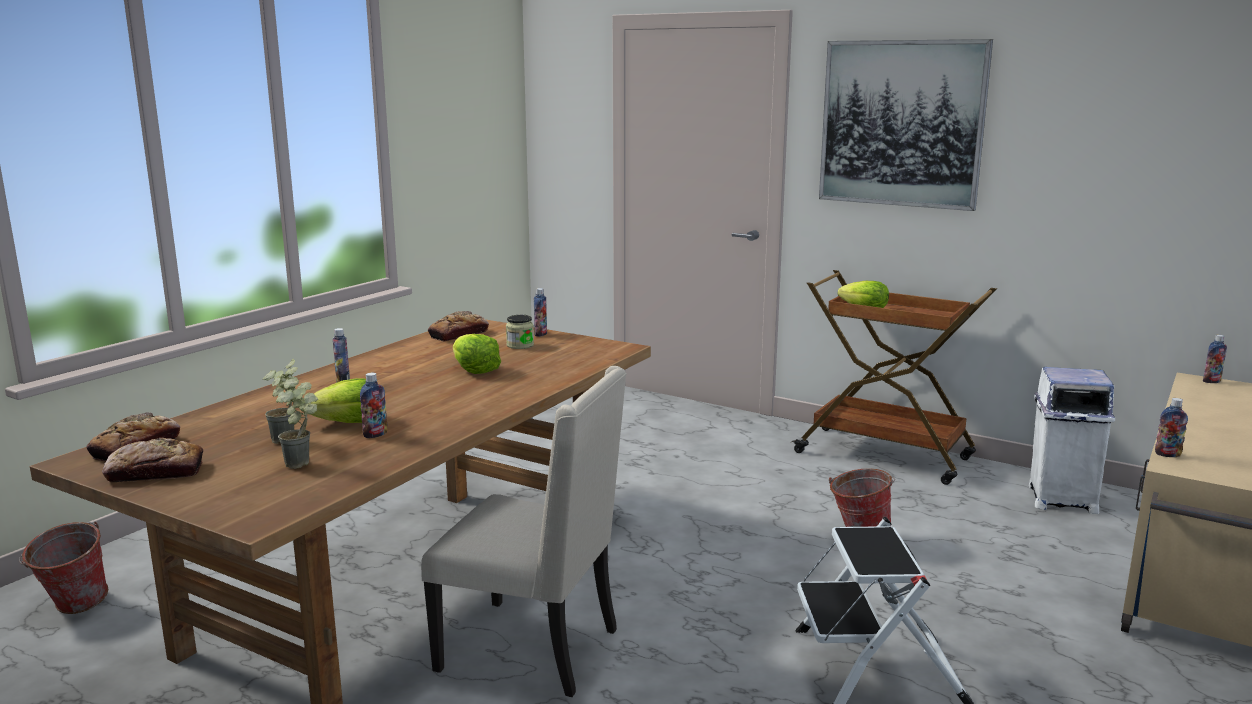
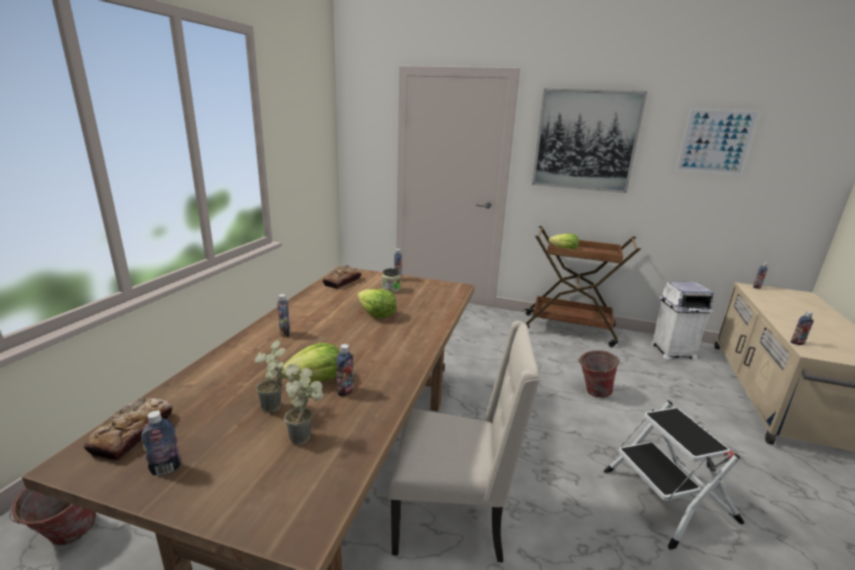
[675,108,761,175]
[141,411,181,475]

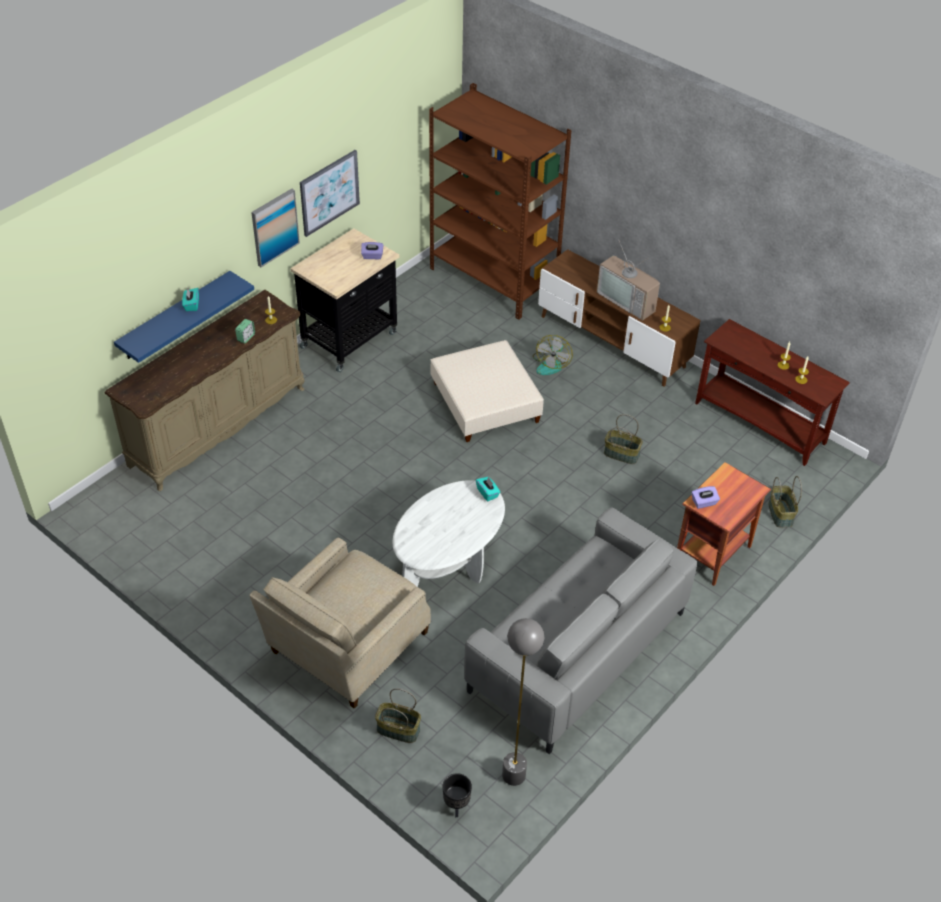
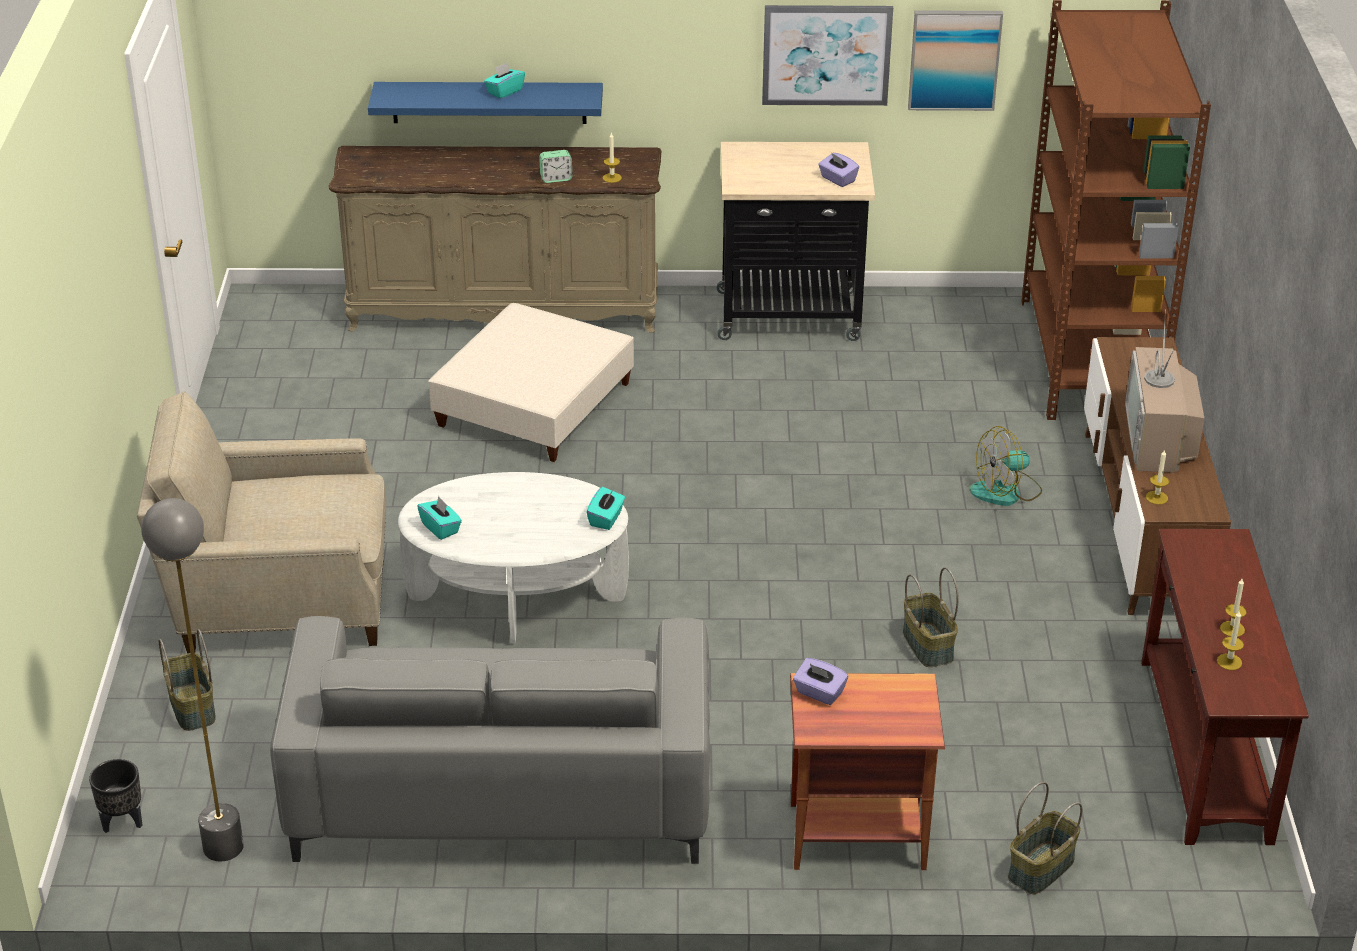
[417,496,462,540]
[908,10,1003,111]
[428,303,634,462]

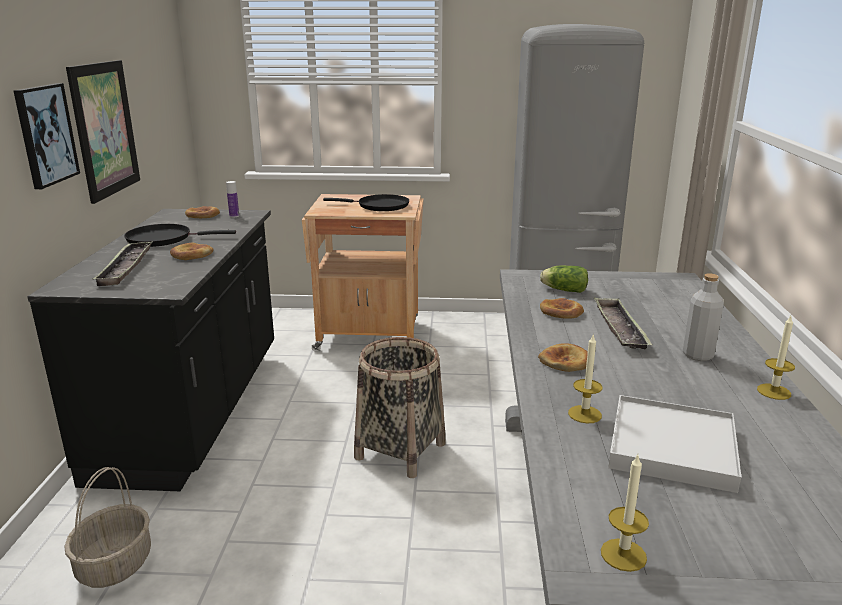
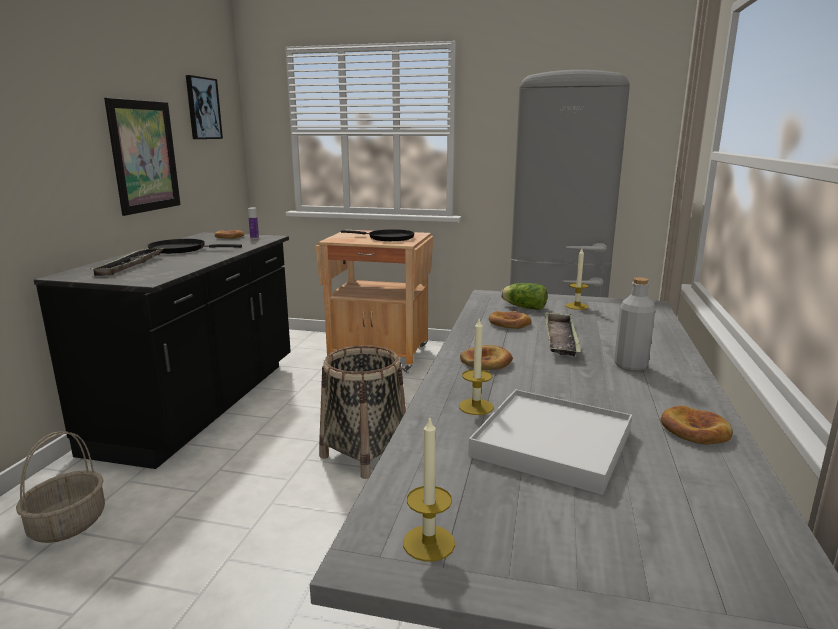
[186,75,223,139]
[660,406,733,445]
[566,249,589,310]

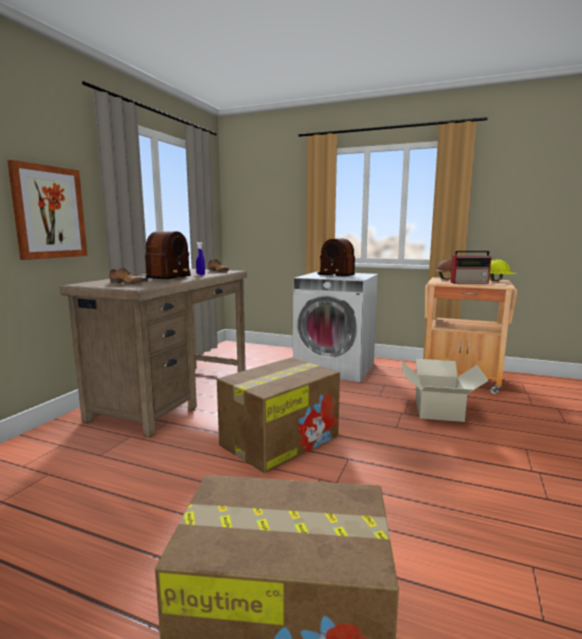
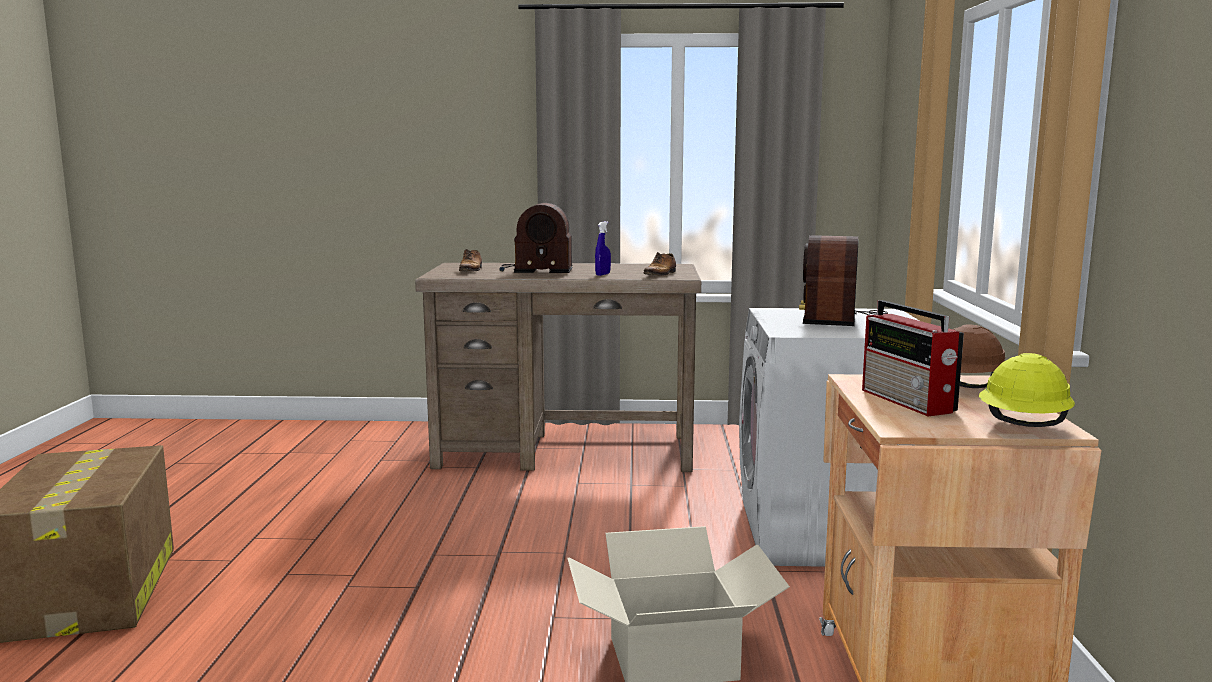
[7,160,87,260] (first image)
[217,357,340,473] (first image)

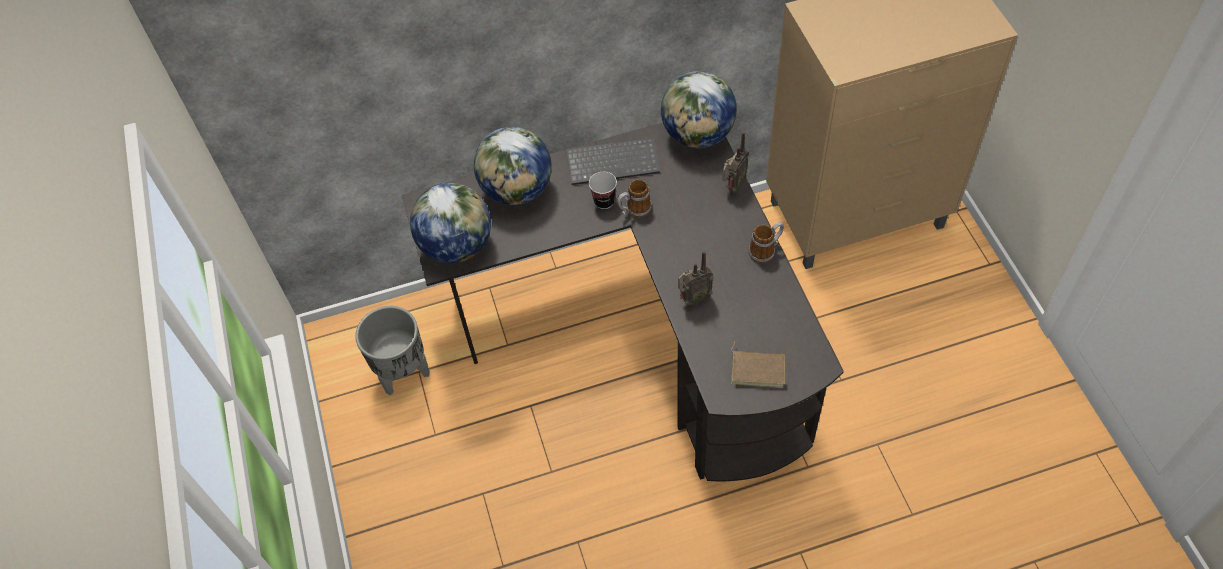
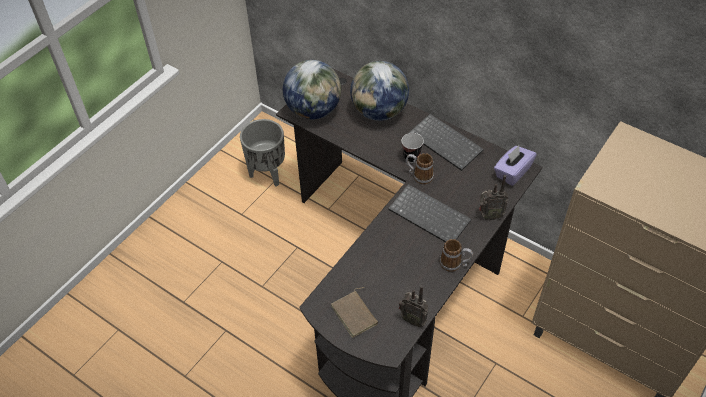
[388,184,471,242]
[399,285,428,327]
[494,146,537,186]

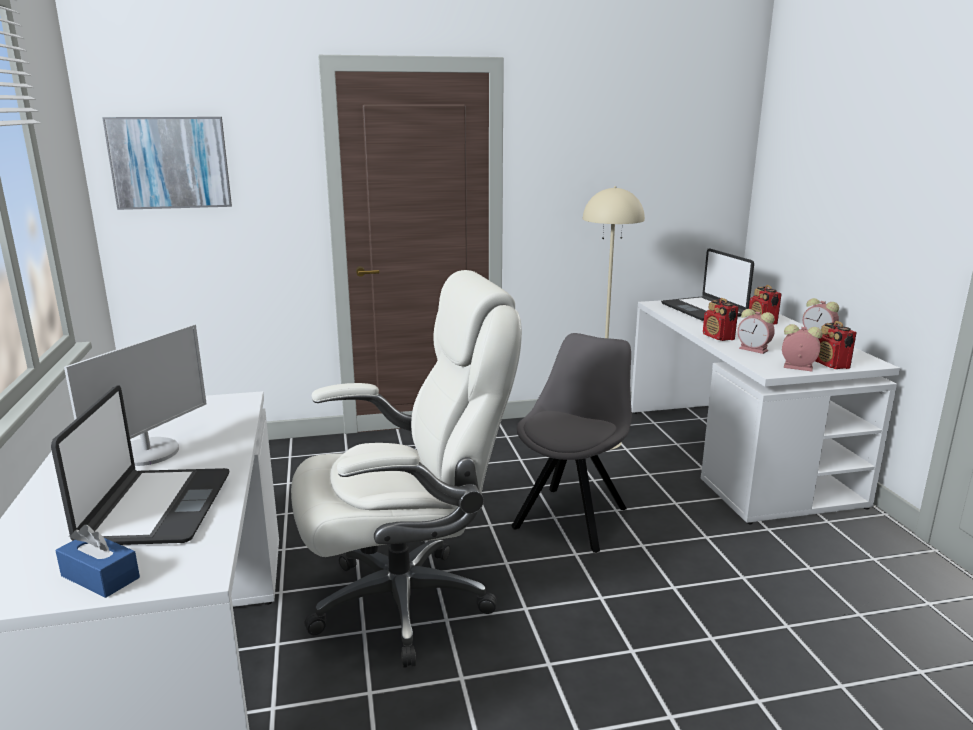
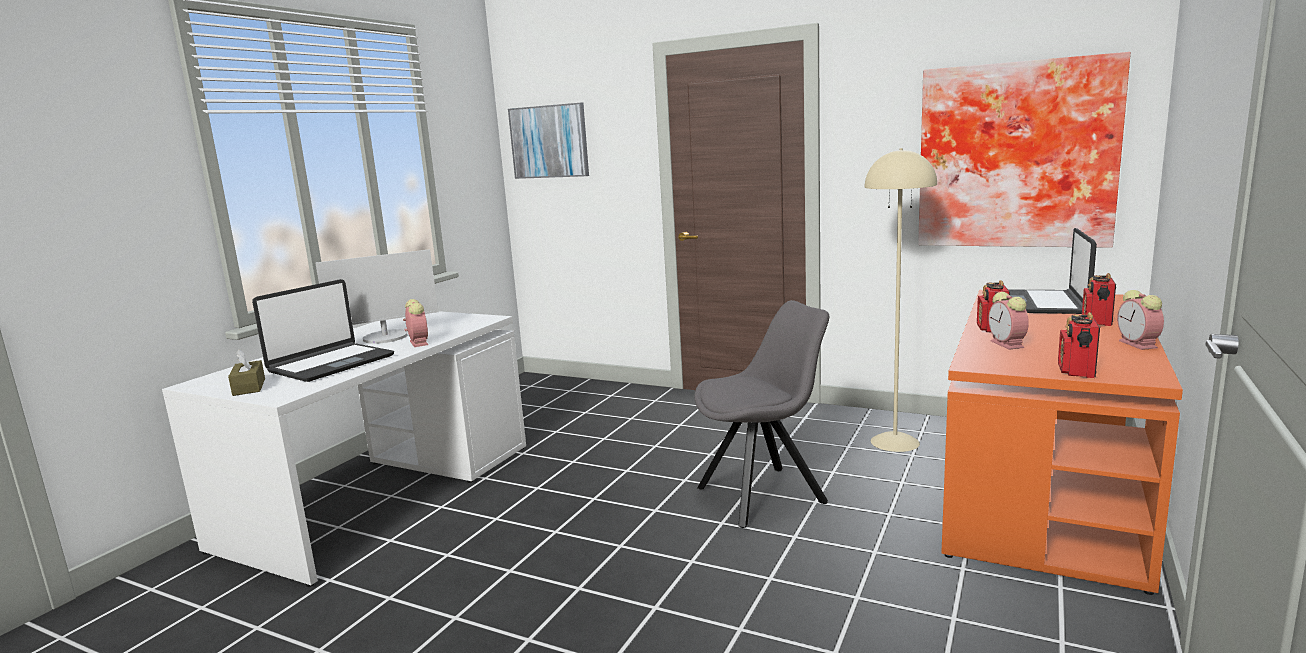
[291,270,522,668] (first image)
[918,52,1131,248]
[403,299,428,347]
[228,349,265,396]
[941,290,1183,595]

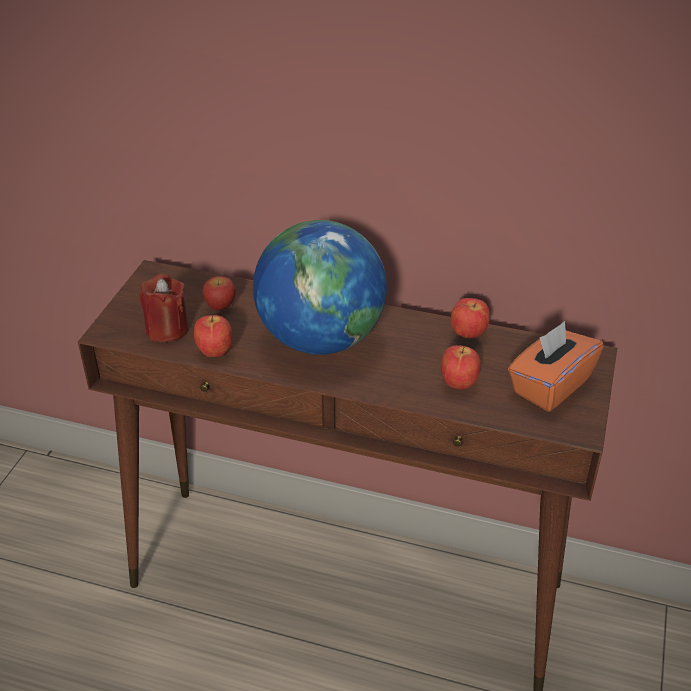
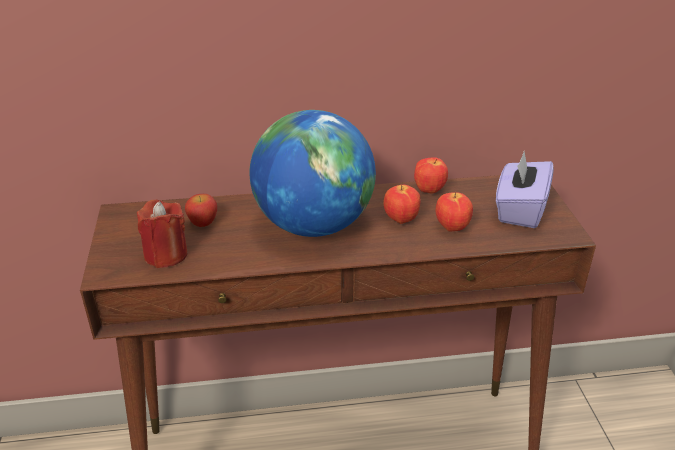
[383,184,420,224]
[496,151,554,228]

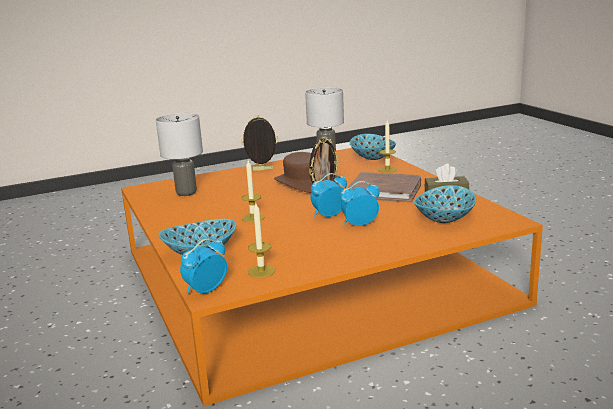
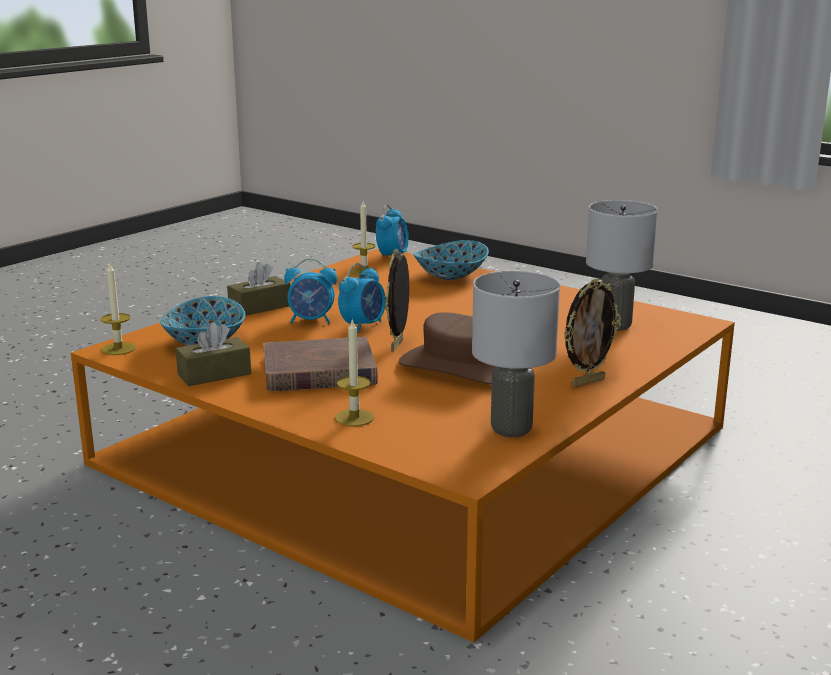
[350,134,396,160] (first image)
[227,262,290,316]
[101,262,136,355]
[284,258,337,324]

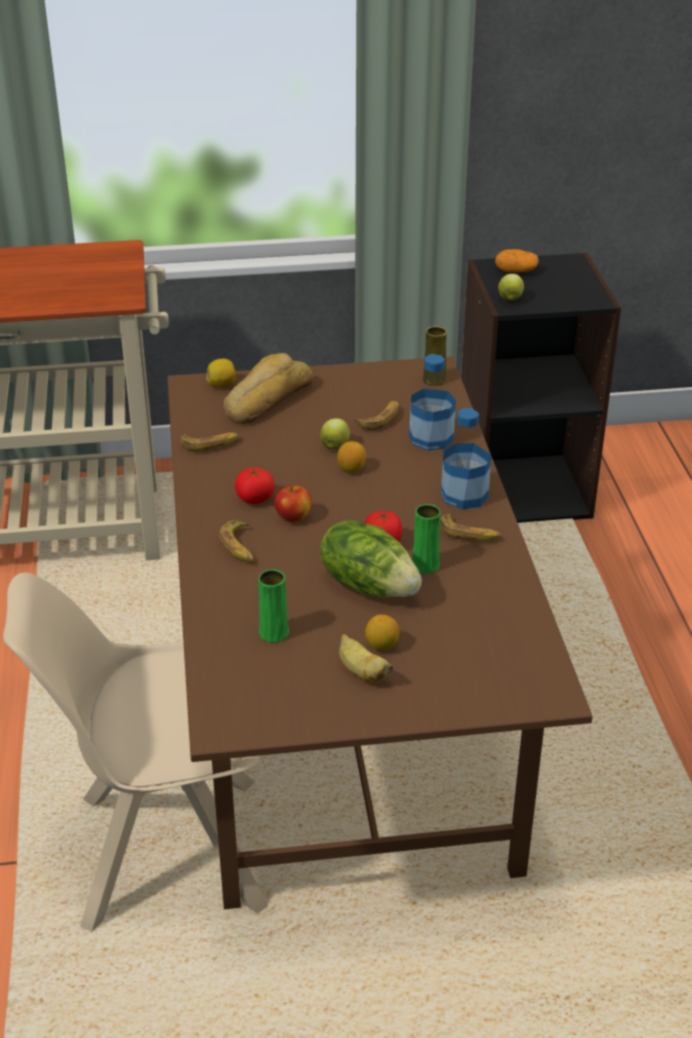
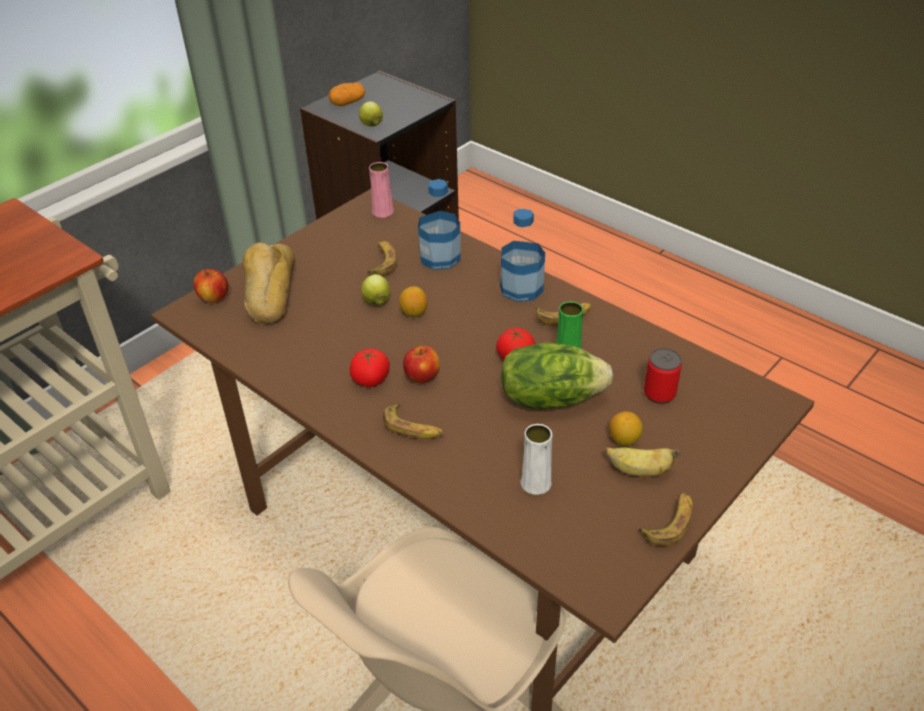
[644,348,682,404]
[638,493,693,546]
[194,269,228,303]
[521,424,553,495]
[369,162,394,218]

